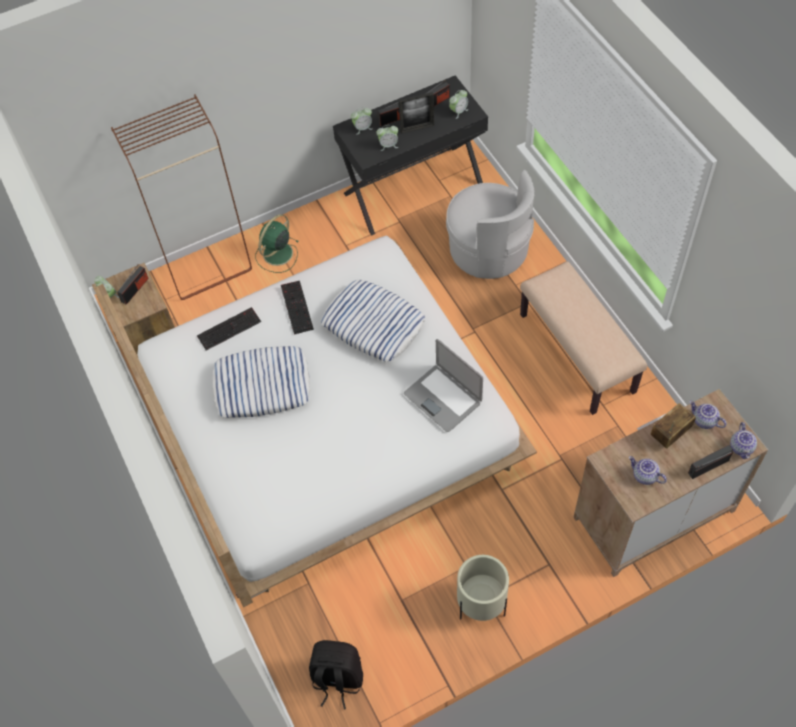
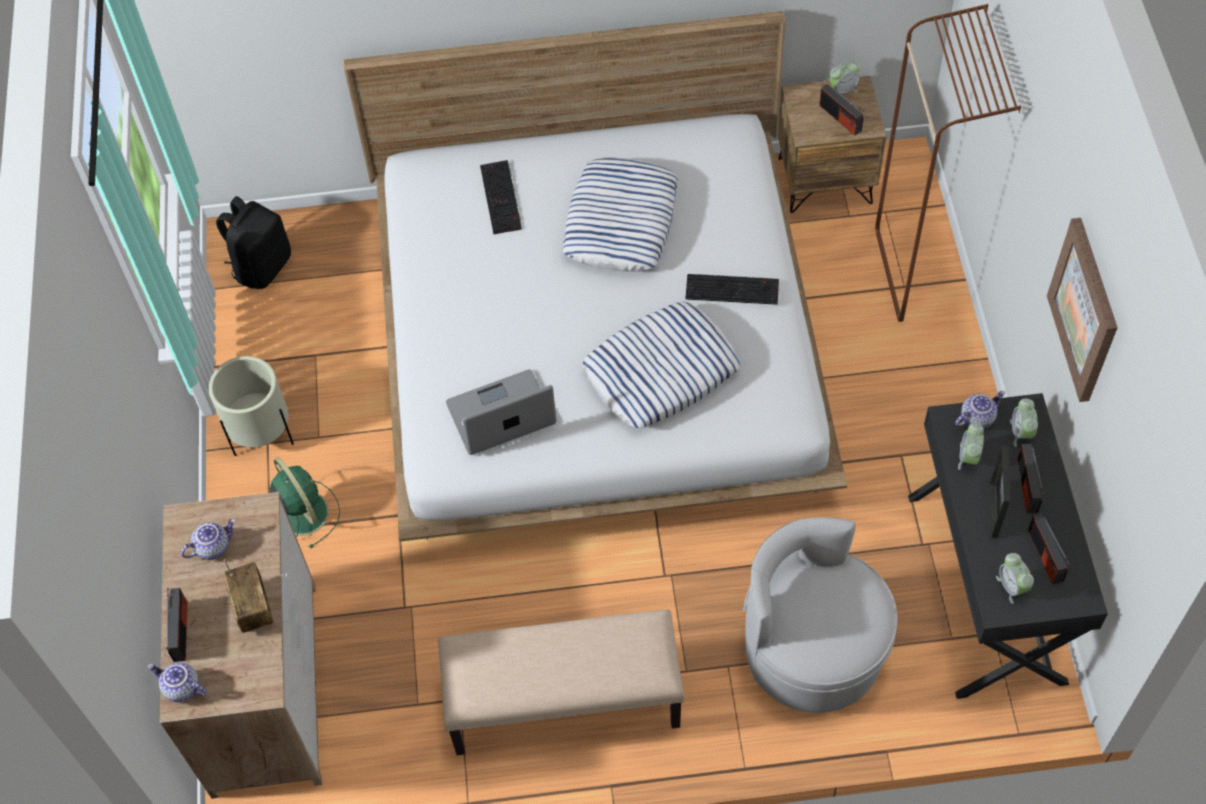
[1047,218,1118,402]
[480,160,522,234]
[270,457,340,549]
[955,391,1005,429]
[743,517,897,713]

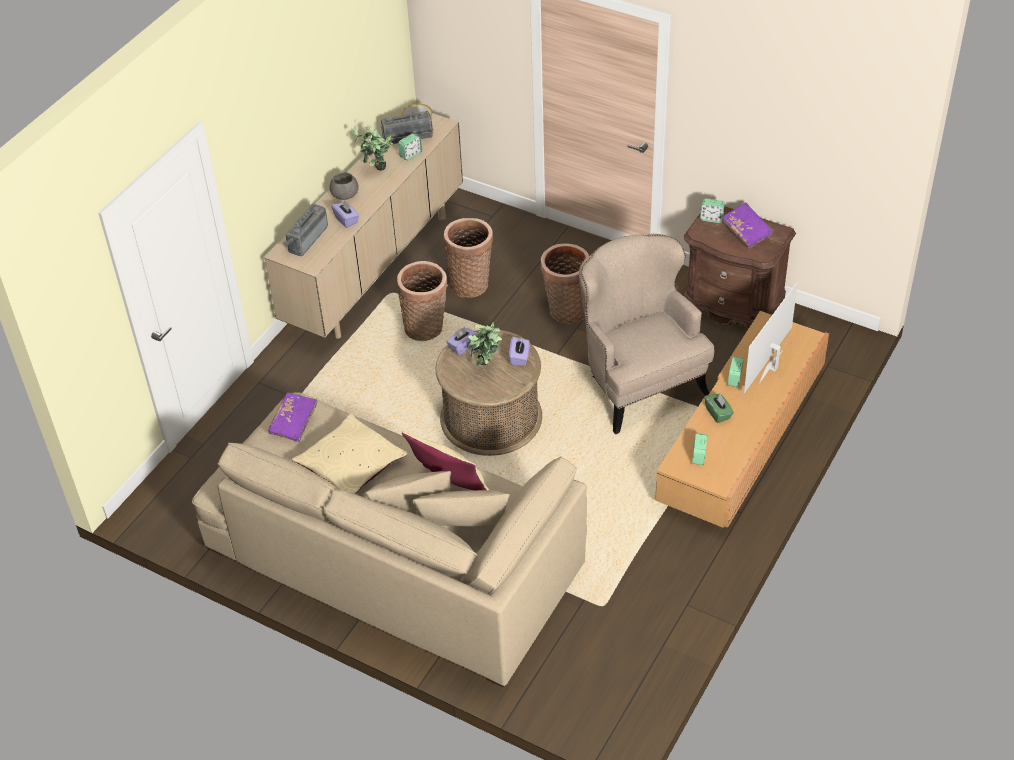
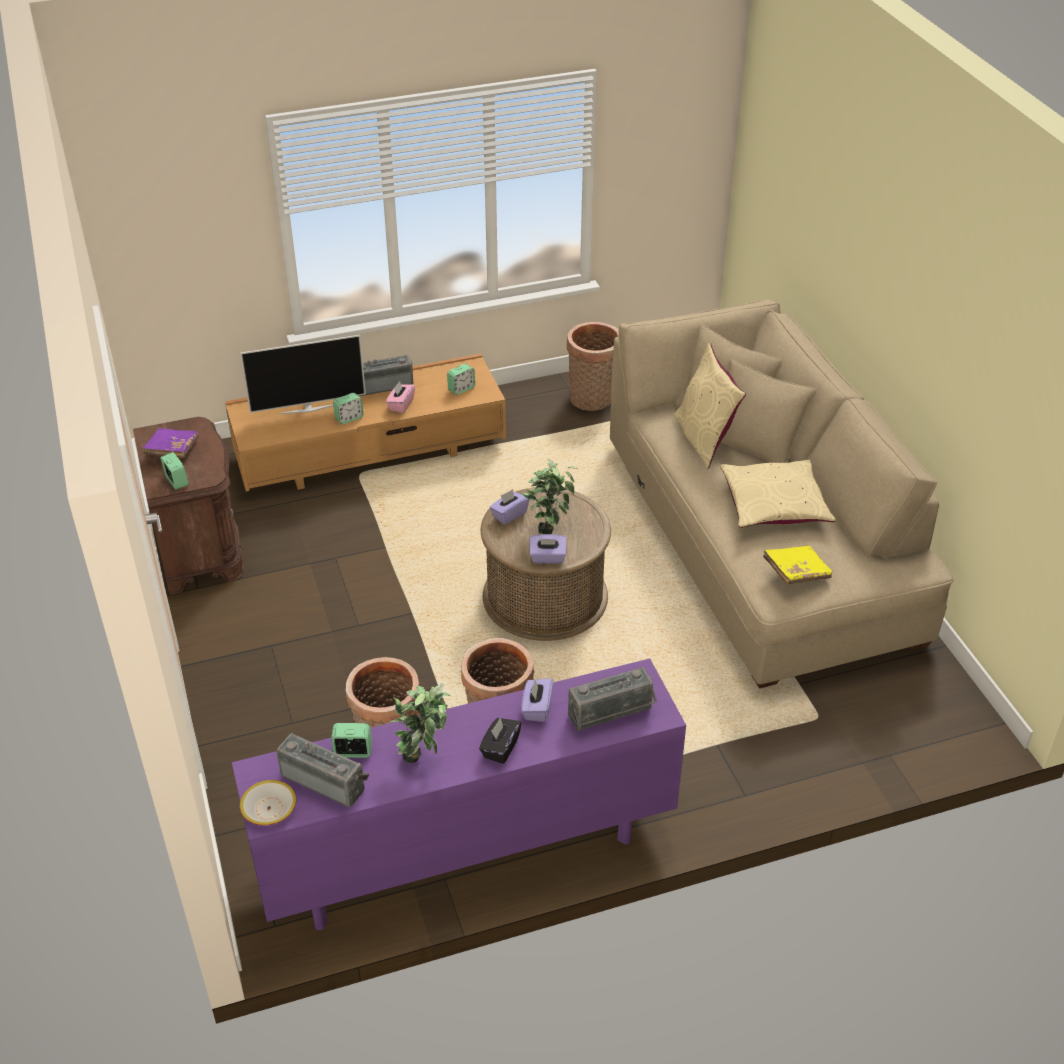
[579,234,714,434] (first image)
[359,355,413,396]
[567,322,619,411]
[479,718,521,764]
[232,659,686,930]
[763,545,832,584]
[386,381,415,413]

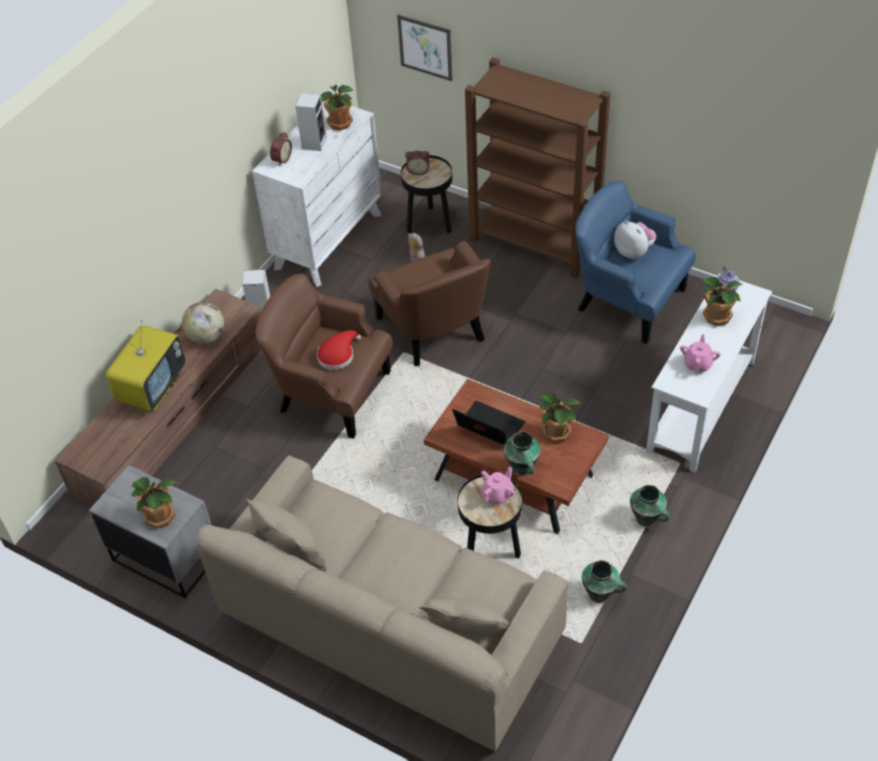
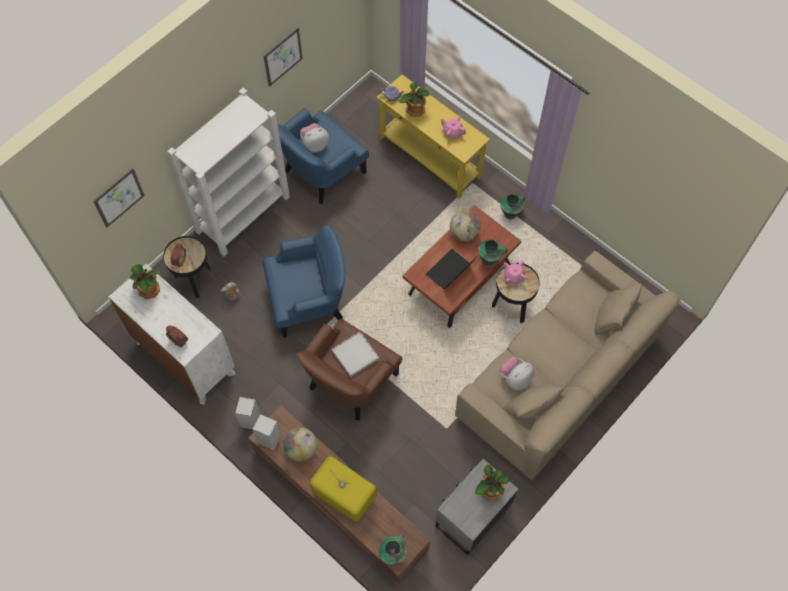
[263,28,303,87]
[499,357,534,390]
[253,414,282,450]
[379,534,407,565]
[332,332,379,377]
[450,210,481,241]
[263,225,346,338]
[167,88,290,256]
[376,75,490,199]
[503,260,527,284]

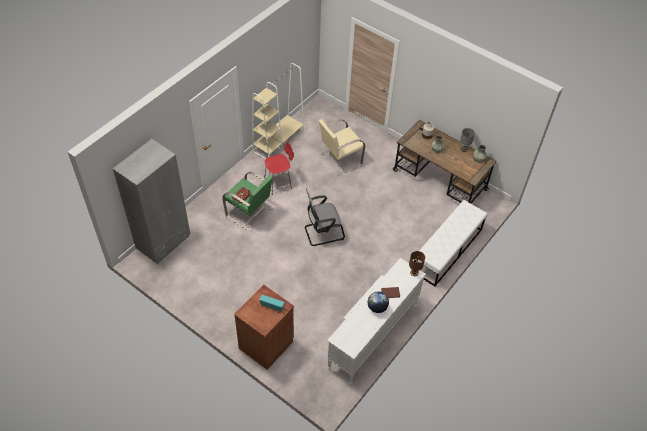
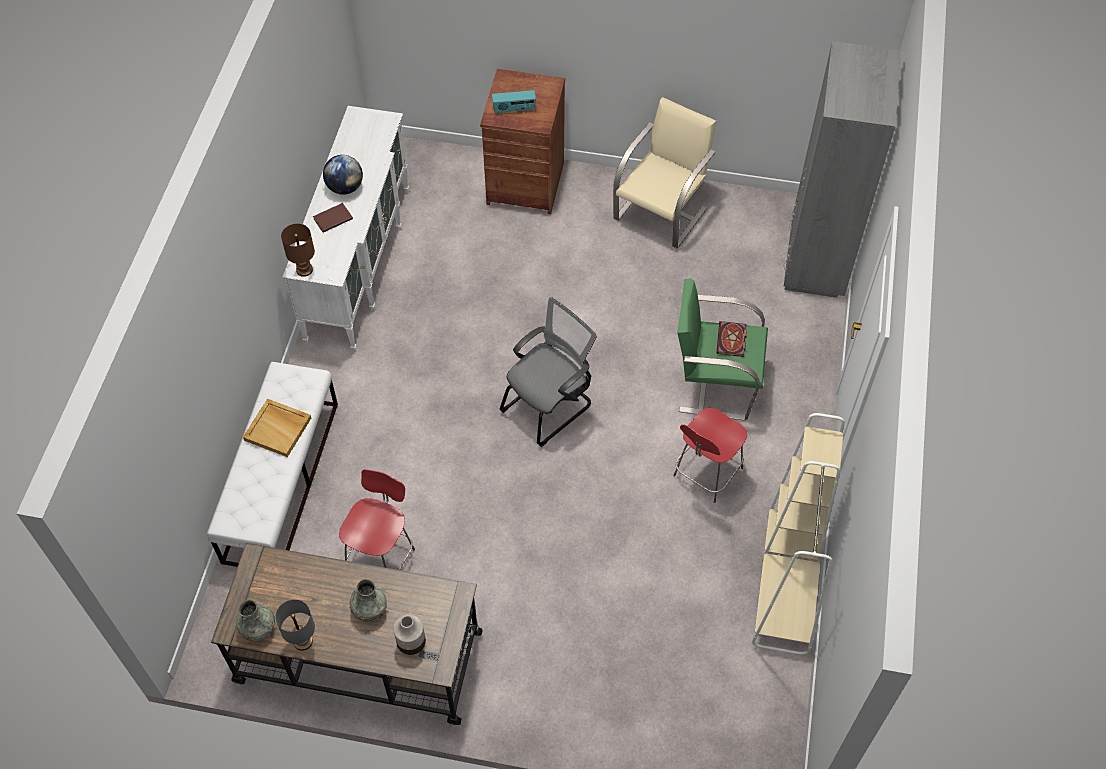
[243,399,311,457]
[339,469,415,570]
[613,97,716,248]

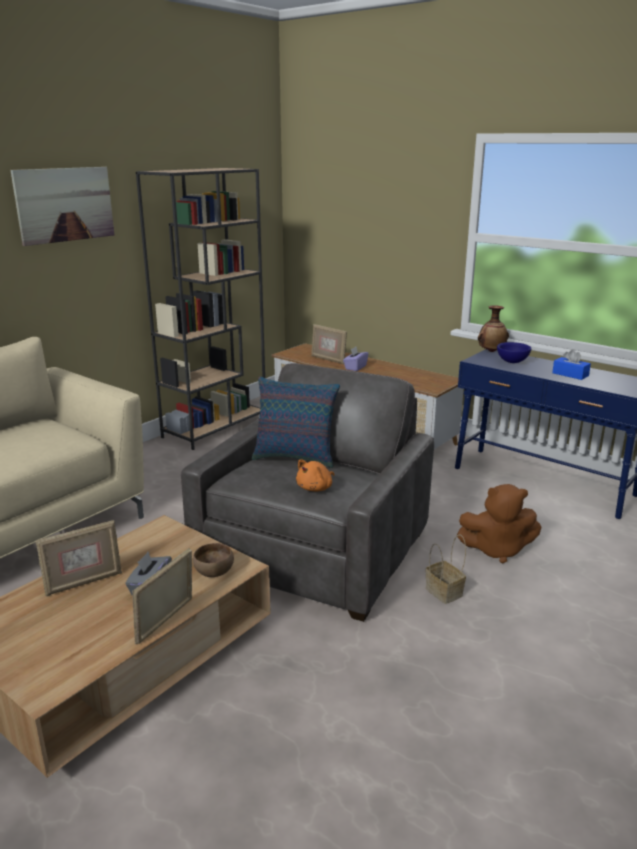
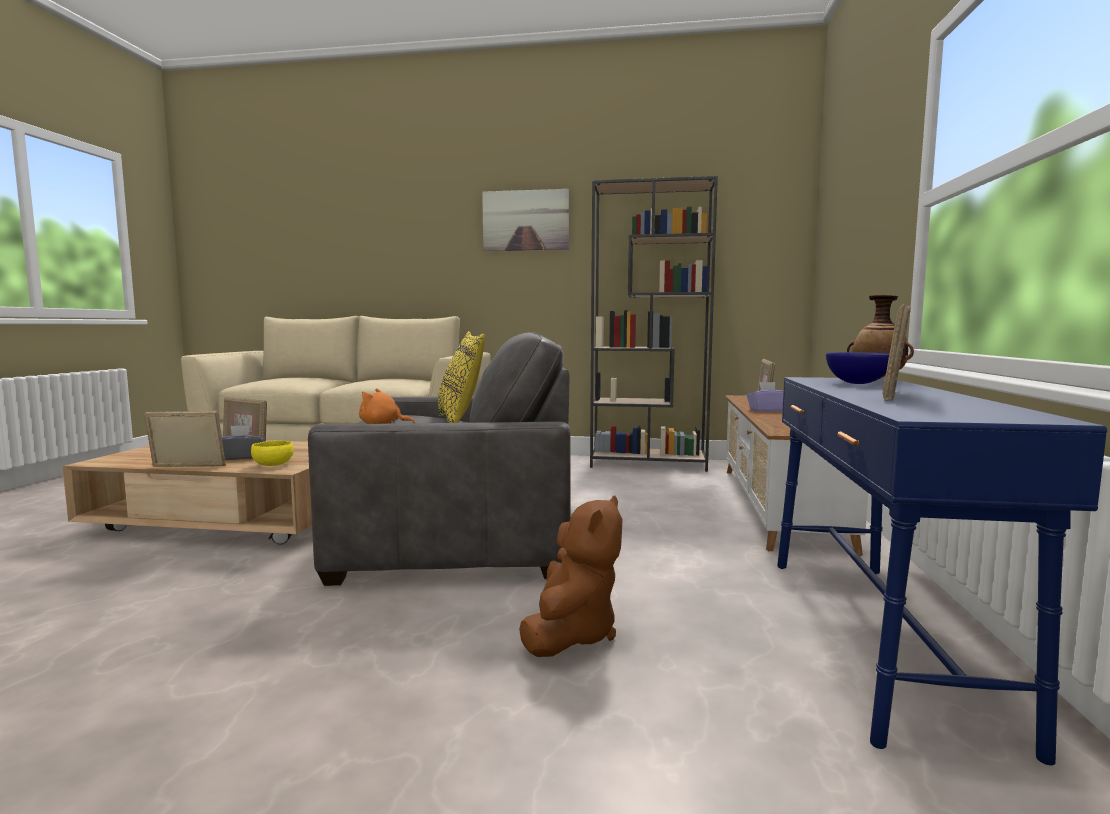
[426,534,466,604] (first image)
[883,304,911,401]
[251,440,294,466]
[438,331,485,423]
[519,495,623,657]

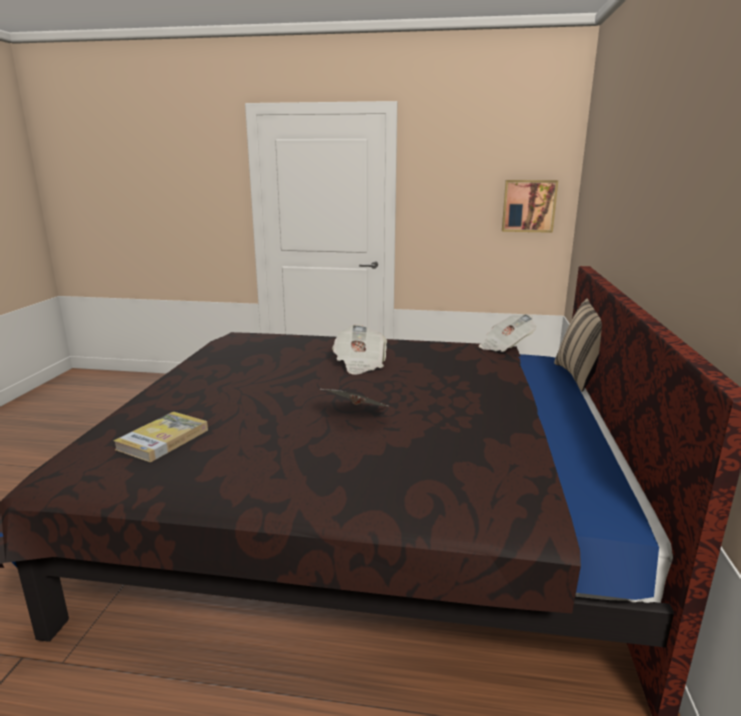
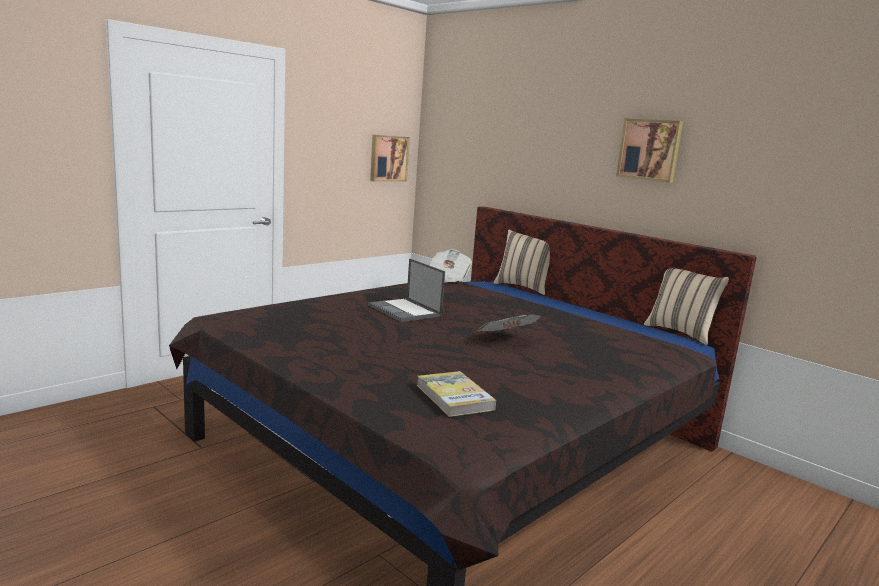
[616,118,683,183]
[644,268,729,345]
[368,258,445,322]

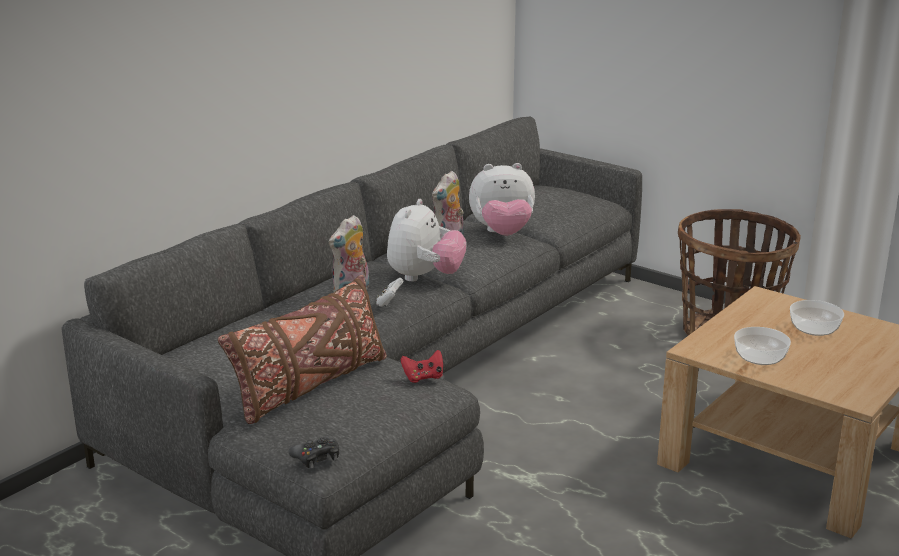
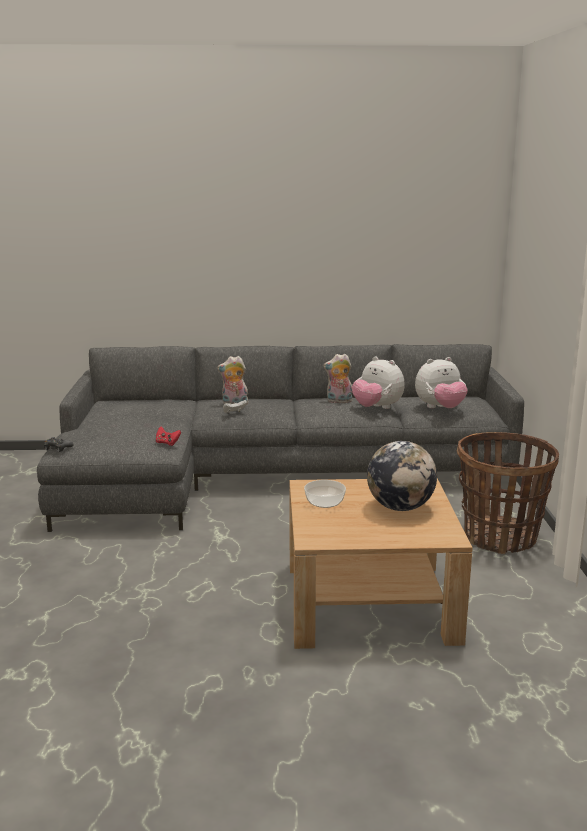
[218,275,387,424] (first image)
[415,357,468,408]
[367,441,437,511]

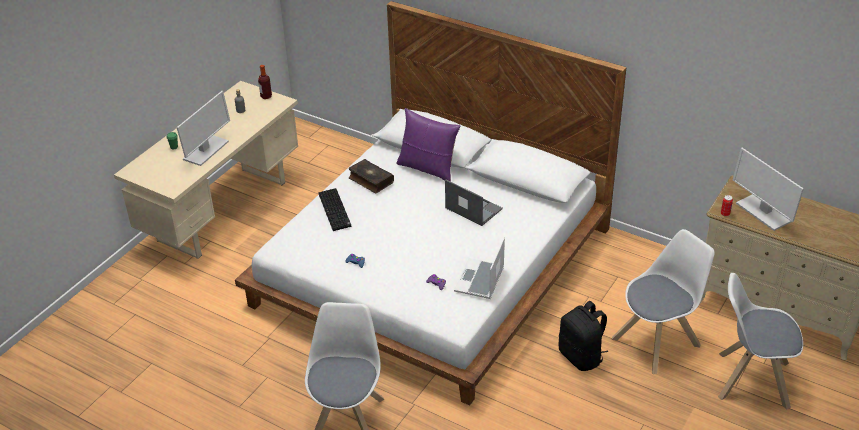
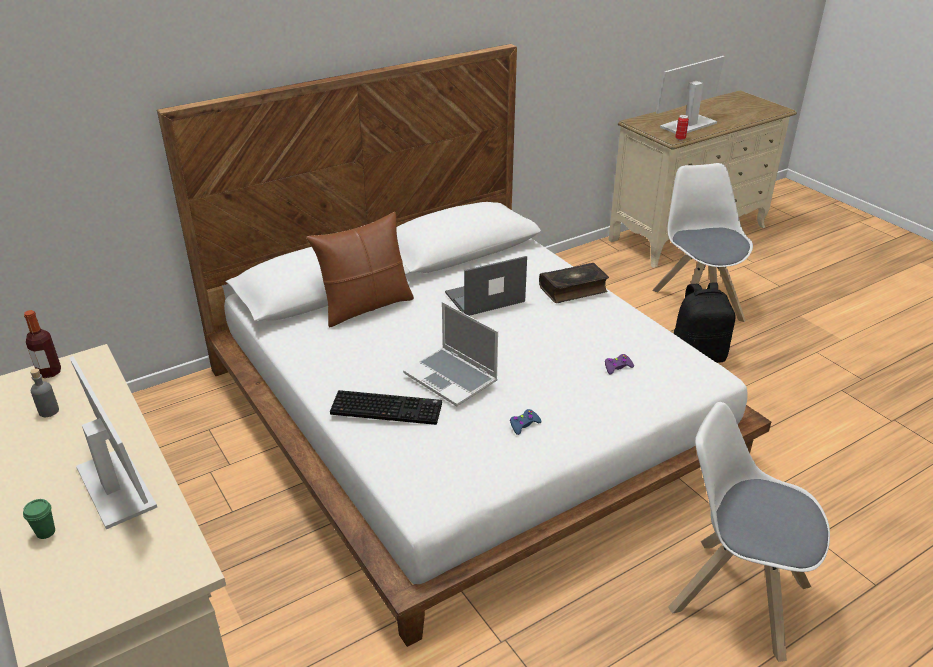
[718,273,803,409] (first image)
[539,263,609,303]
[403,302,498,406]
[306,212,414,327]
[656,56,725,134]

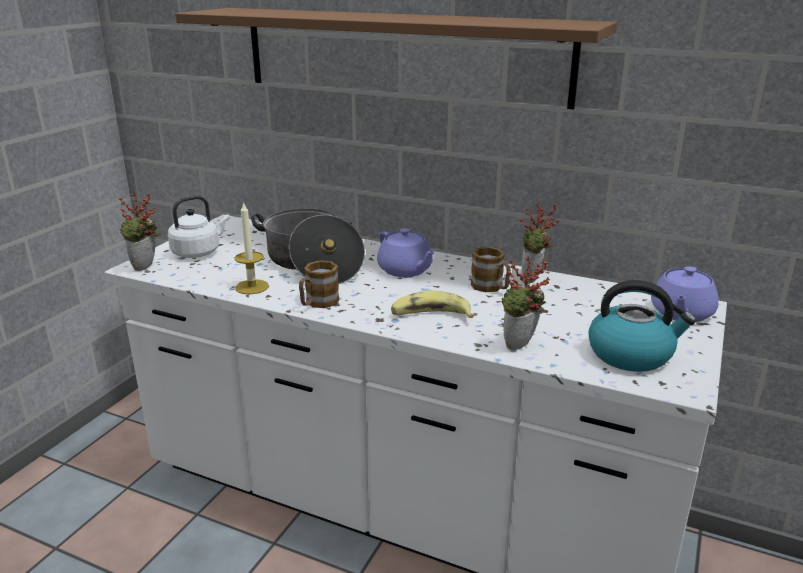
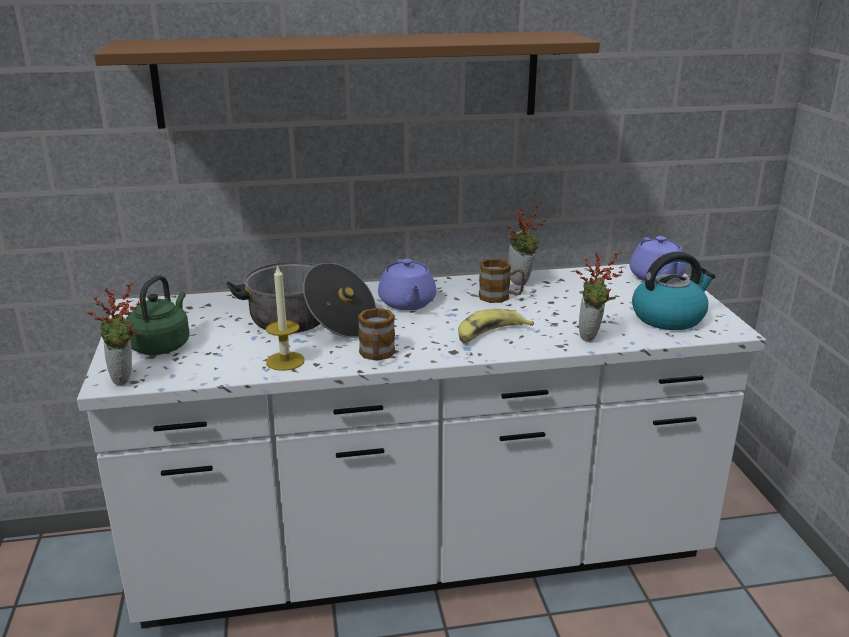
[125,275,189,355]
[378,259,436,310]

